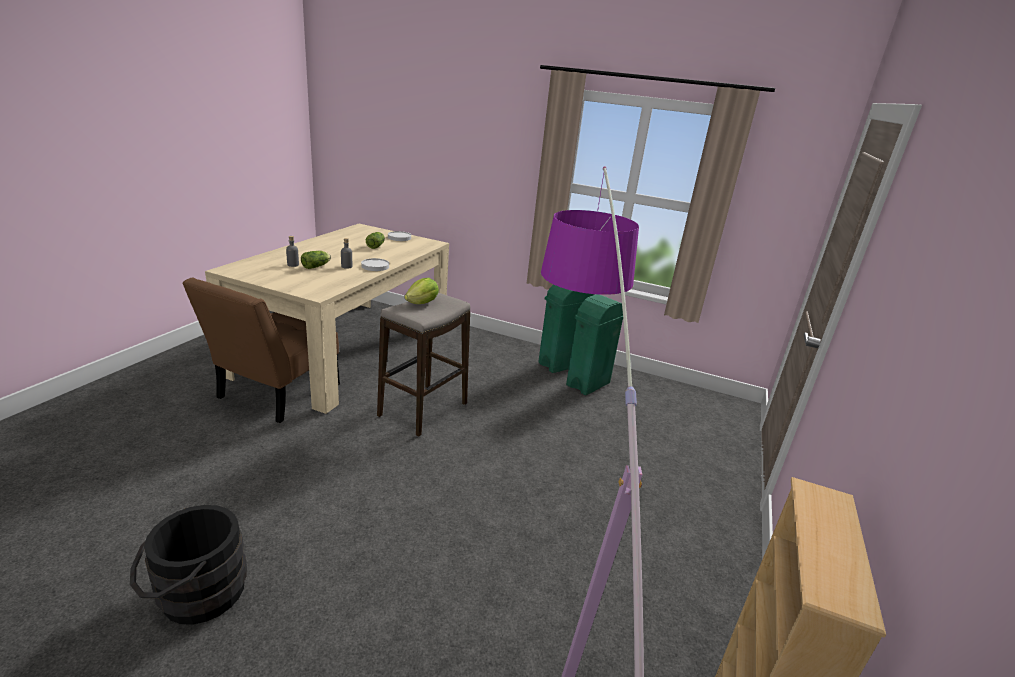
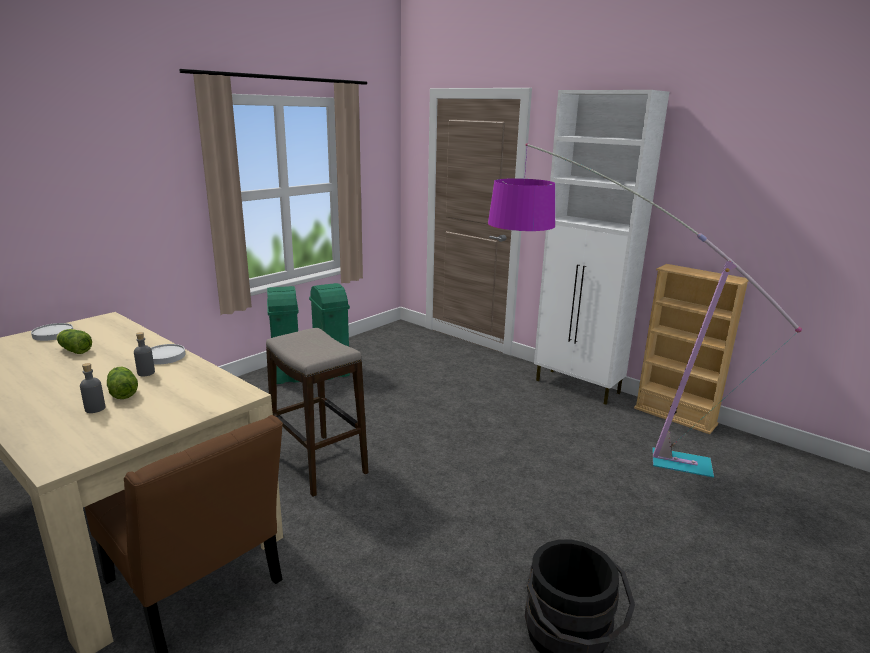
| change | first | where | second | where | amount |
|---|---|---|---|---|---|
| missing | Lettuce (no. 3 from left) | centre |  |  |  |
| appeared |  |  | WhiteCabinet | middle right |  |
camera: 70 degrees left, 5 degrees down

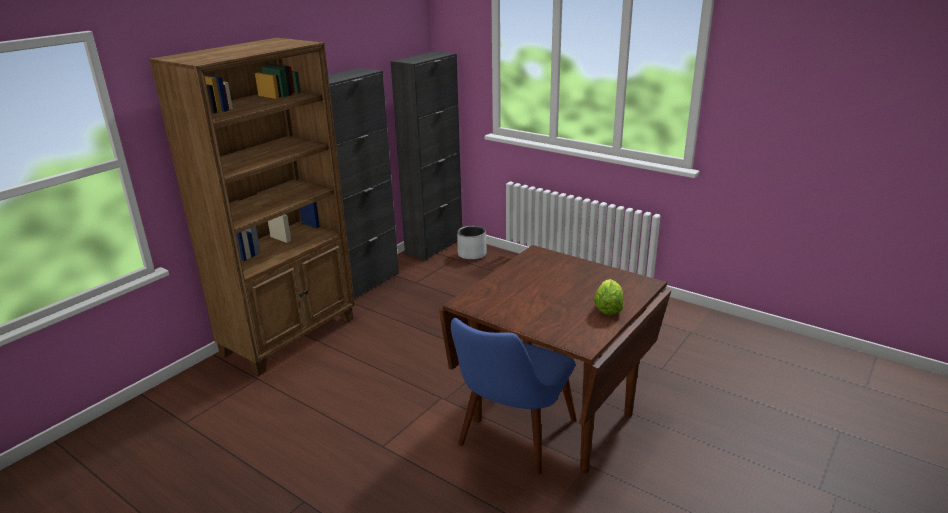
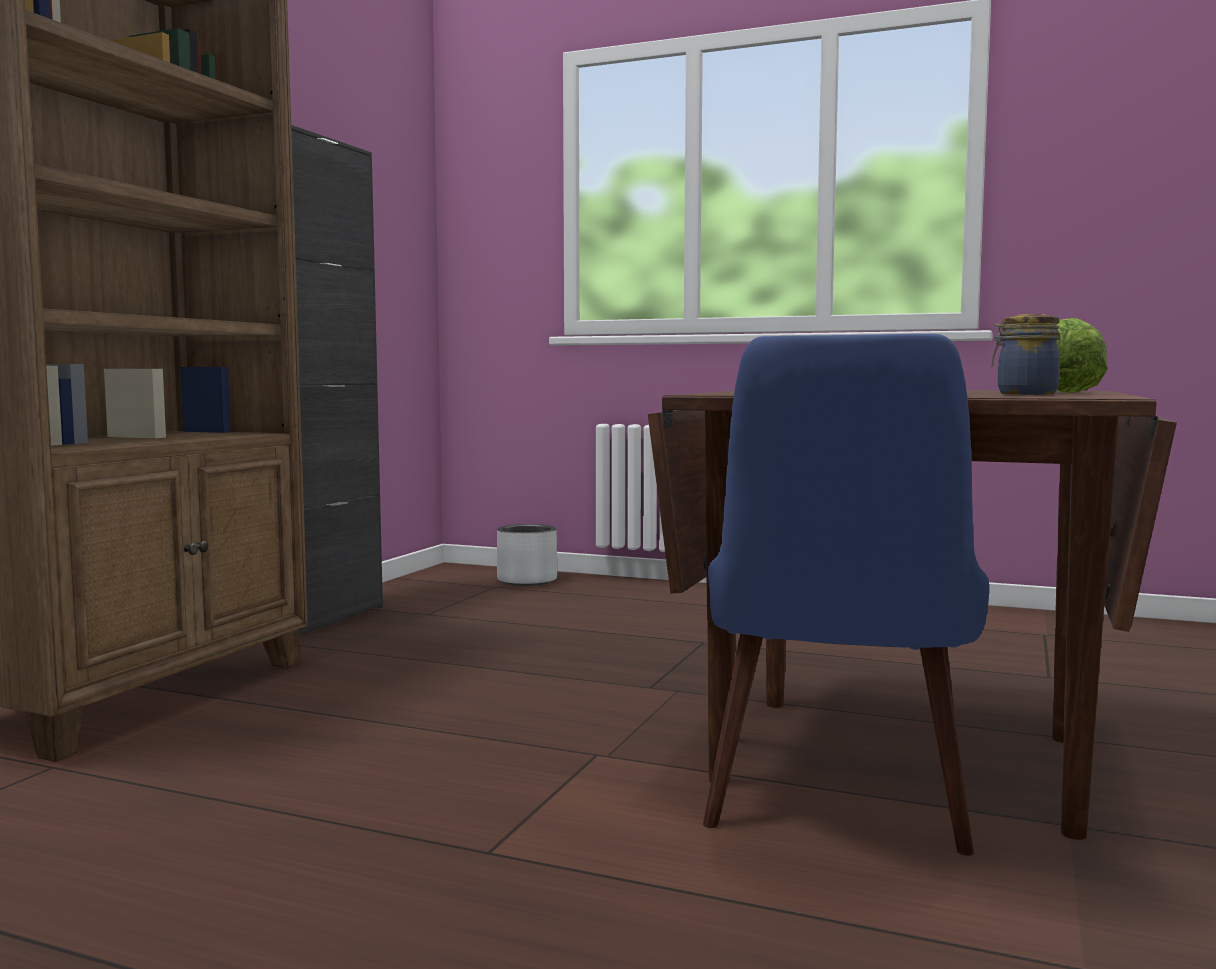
| change | first | where | second | where | amount |
|---|---|---|---|---|---|
| missing | BlackCabinet (no. 2 from left) | top centre |  |  |  |
| appeared |  |  | Jar | middle right |  |
camera: 15 degrees left, 20 degrees down

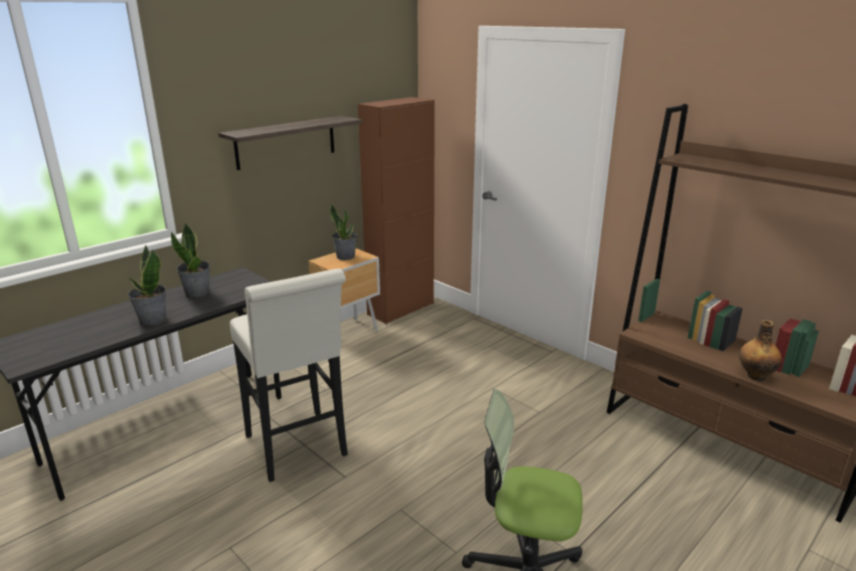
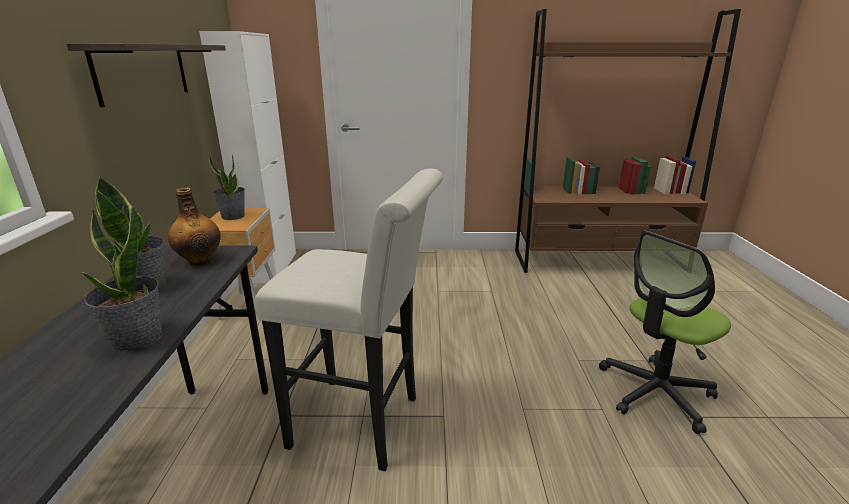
| change | first | where | second | where | amount |
|---|---|---|---|---|---|
| colour | BrownCabinet | centre | WhiteCabinet | top left |  |
| relocated | Bottle | middle right |  | middle left |  |
camera: 45 degrees left, 0 degrees up

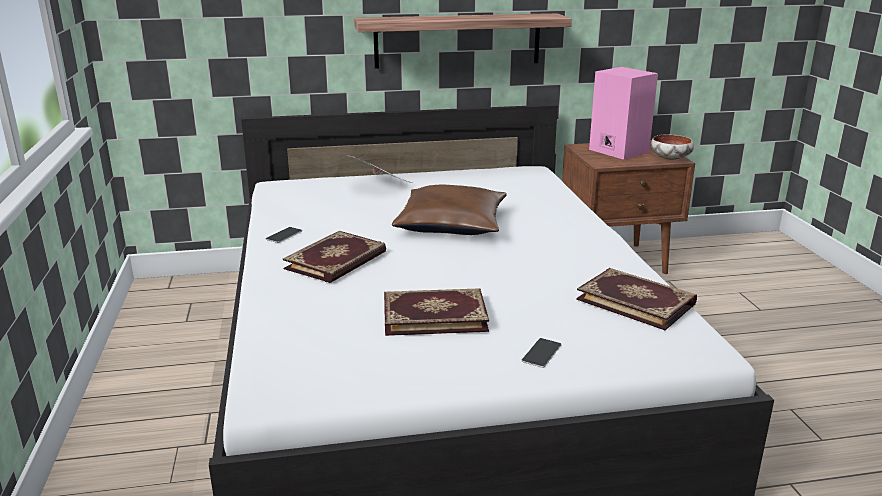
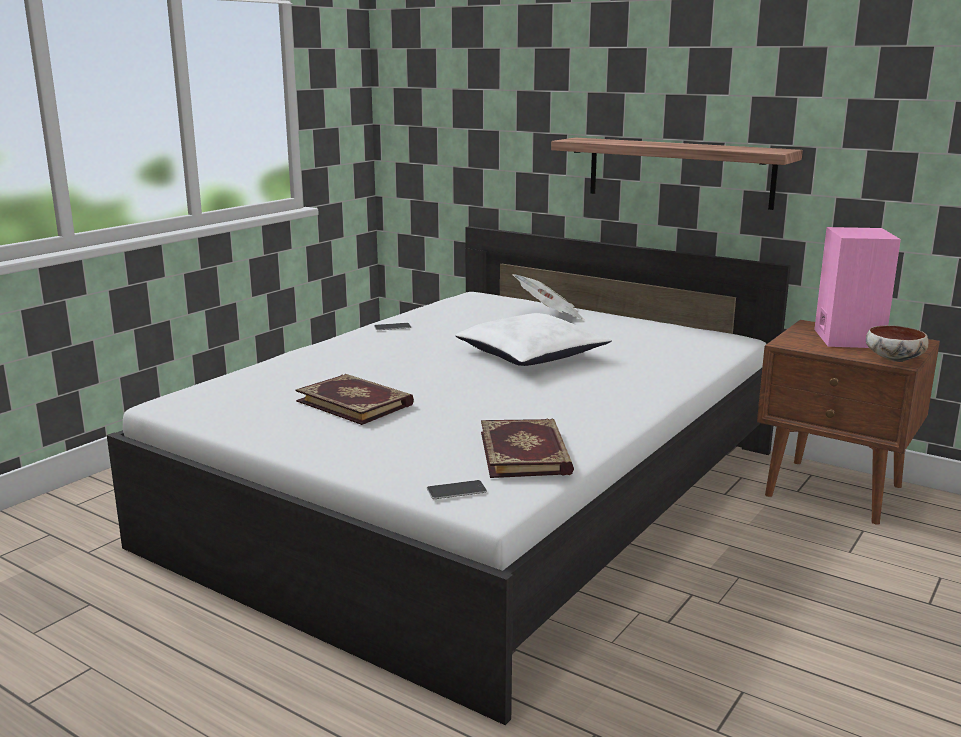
| change | first | where | second | where | amount |
|---|---|---|---|---|---|
| colour | BrownPillow | centre | WhitePillow | centre |  |
| missing | Book (no. 1 from left) | centre |  |  |  |
| relocated | Phone (no. 2 from left) | bottom centre |  | centre |  |
camera: 45 degrees right, 5 degrees down

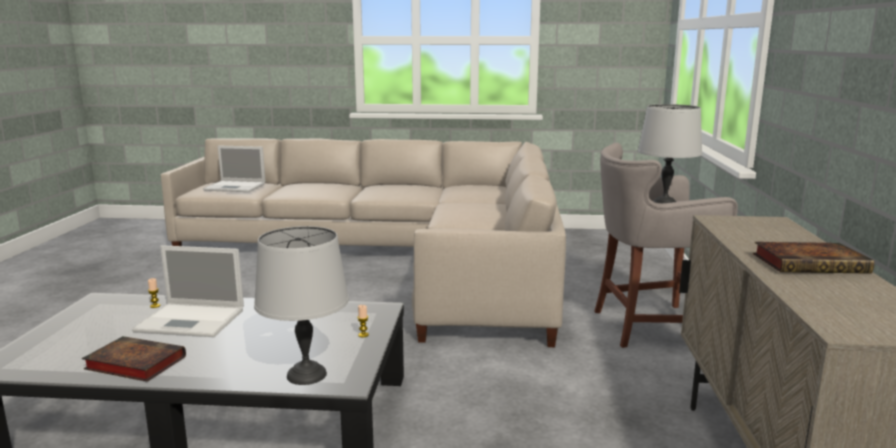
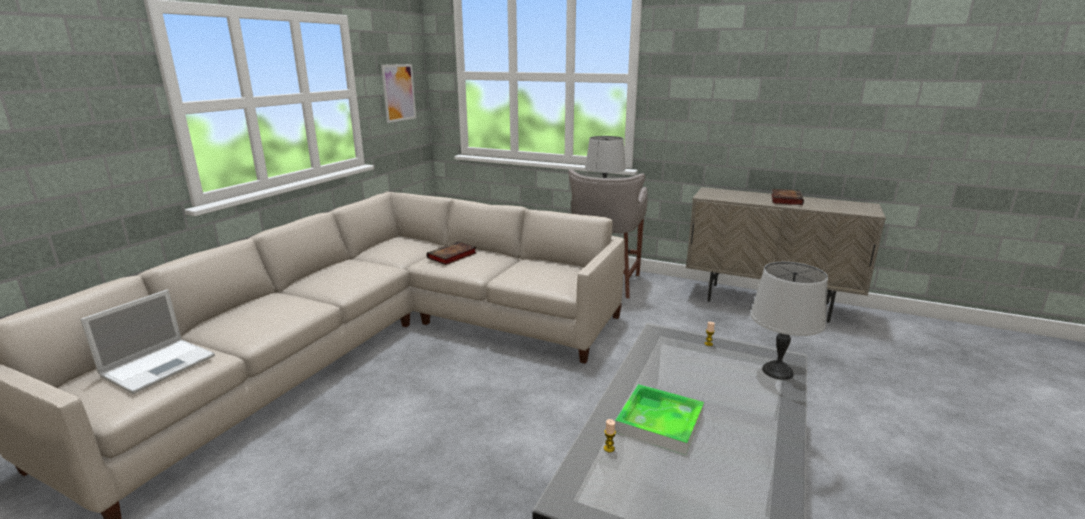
| change | first | where | second | where | amount |
|---|---|---|---|---|---|
| exchanged | Laptop (no. 1 from left) | middle left | Tray | bottom centre |  |
| relocated | Book (no. 1 from left) | bottom left |  | centre |  |
| appeared |  |  | Picture | top centre |  |
camera: 70 degrees left, 5 degrees up

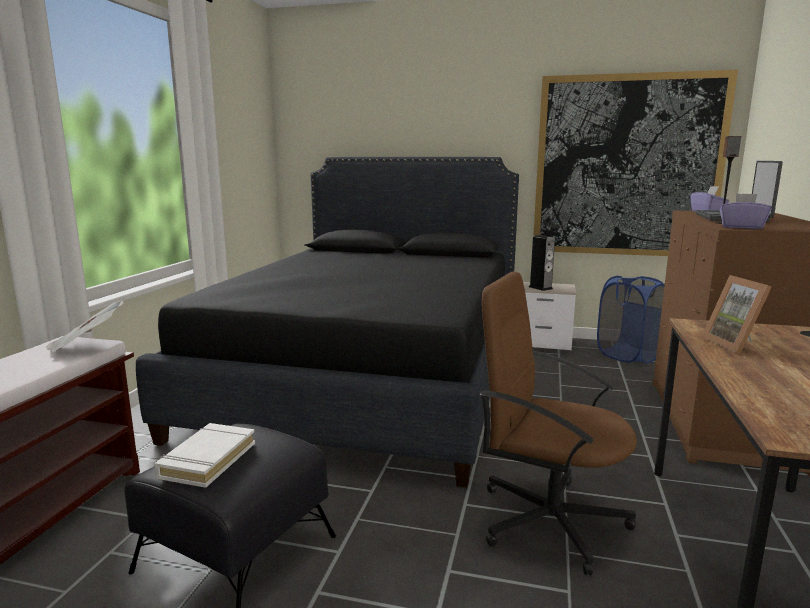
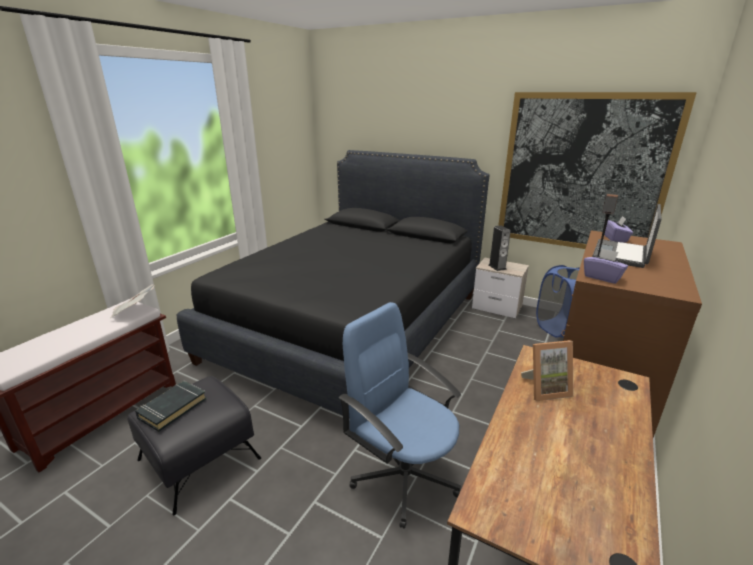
| change | first | where | second | where | amount |
|---|---|---|---|---|---|
| colour | BrownOfficeChair | bottom right | BlueOfficeChair | bottom centre |  |
| spun | PictureFrame | middle right |  | middle right | 105 degrees counterclockwise |
| colour | WhiteBook | bottom left | BlackBook | bottom left |  |
camera: 15 degrees right, 10 degrees up

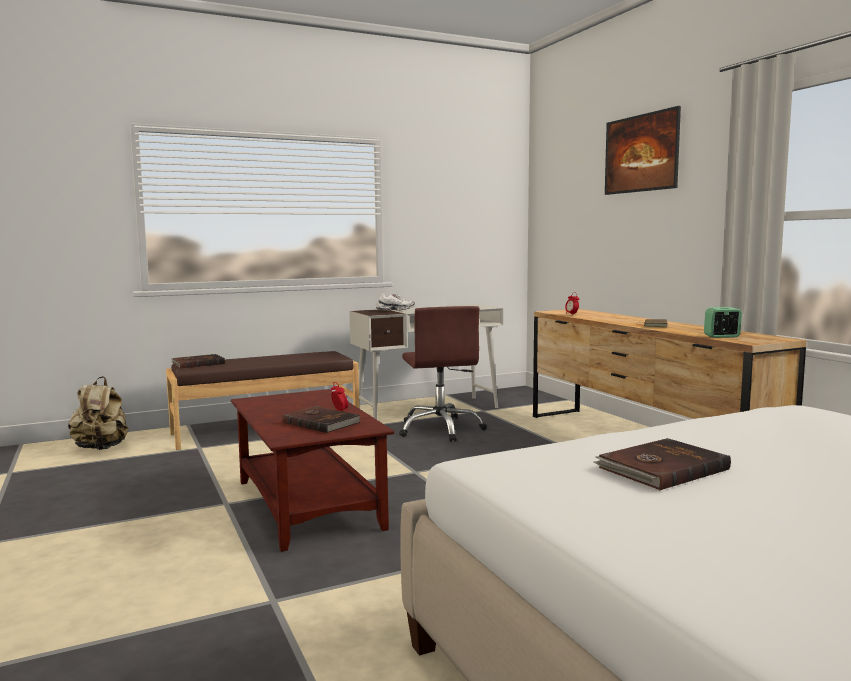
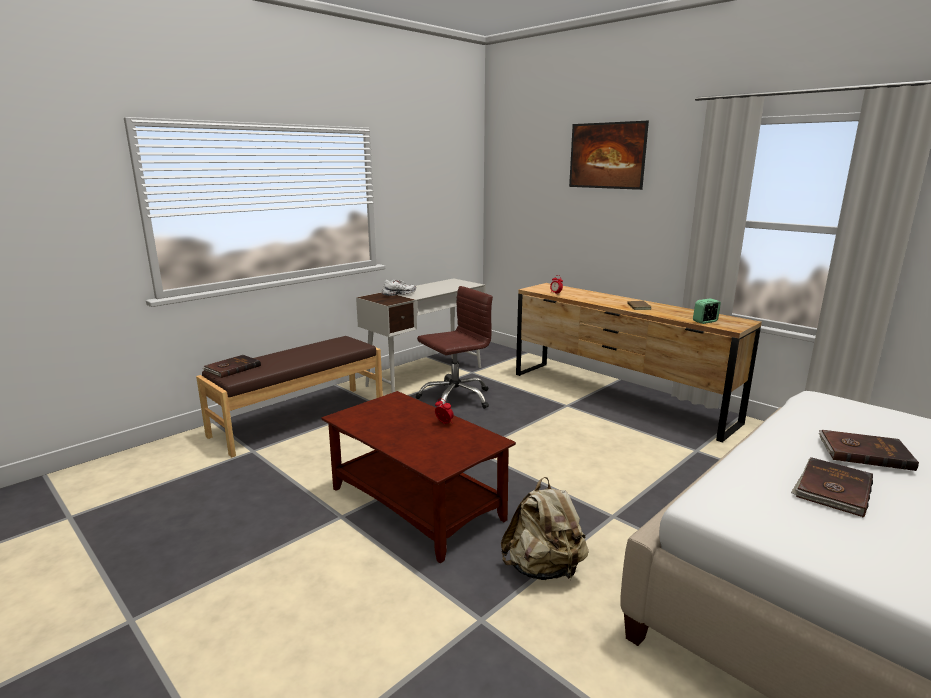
| change | first | where | second | where | amount |
|---|---|---|---|---|---|
| spun | BrownOfficeChair | centre |  | centre | 90 degrees counterclockwise |
| relocated | BeigeBackpack | middle left |  | bottom centre |  |
| relocated | BrownBook (no. 2 from left in the first image) | centre | BrownBook (no. 4 from left) | middle right |  |
camera: 20 degrees left, 10 degrees up

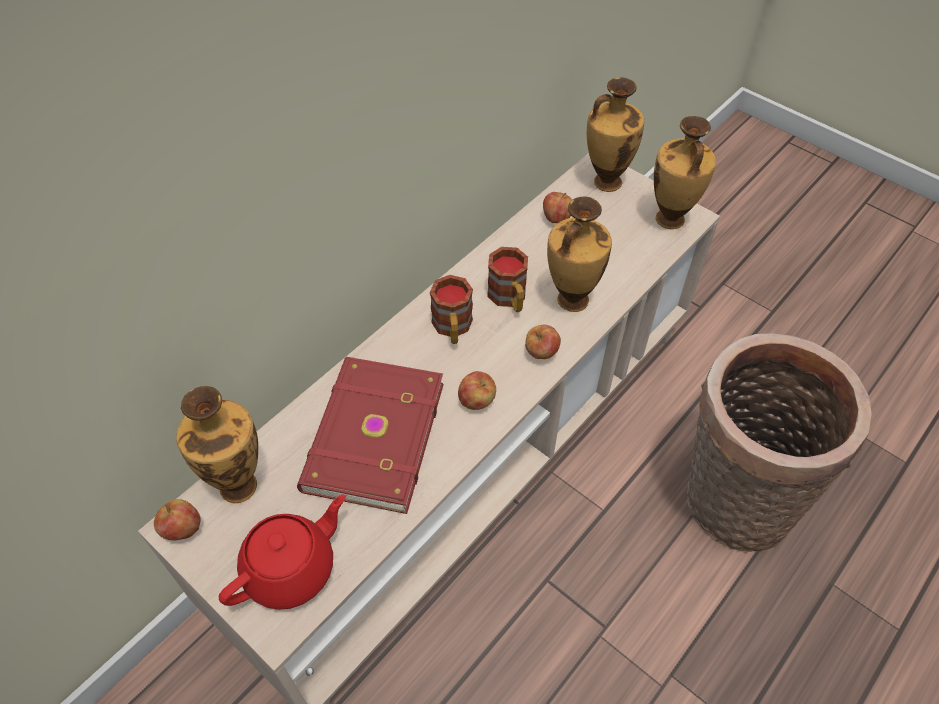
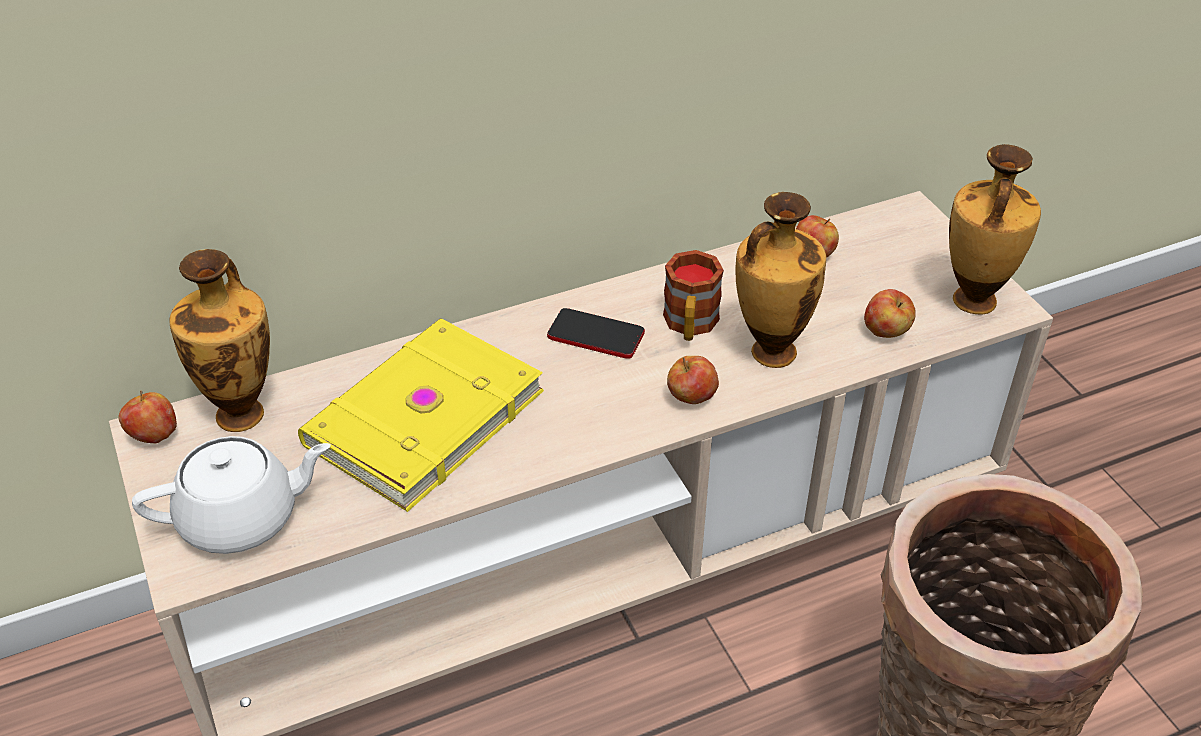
| change | first | where | second | where | amount |
|---|---|---|---|---|---|
| missing | Vase (no. 3 from left) | top centre |  |  |  |
| exchanged | Mug (no. 1 from left) | centre | Phone | centre |  |
| colour | RedBook | centre | YellowBook | centre |  |
| relocated | Apple (no. 2 from left in the first image) | centre | Apple (no. 4 from left) | middle right |  |
| colour | RedTeapot | bottom left | WhiteTeapot | bottom left |  |
camera: 25 degrees right, 10 degrees down

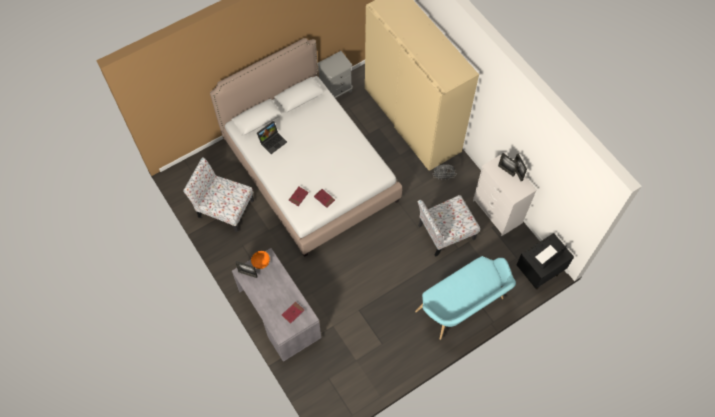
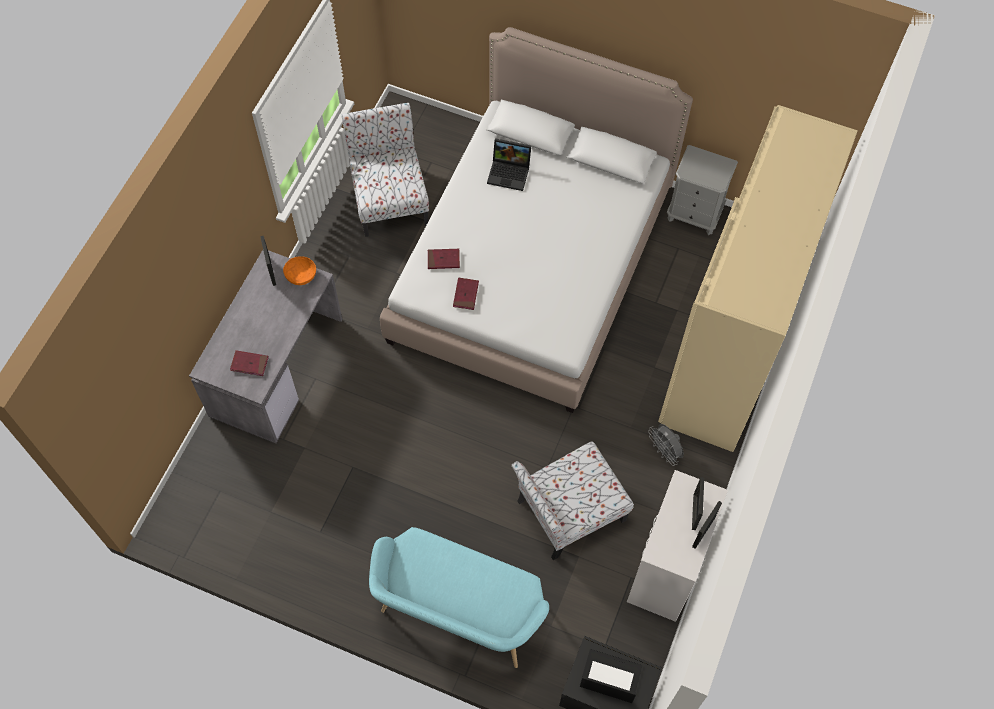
| change | first | where | second | where | amount |
|---|---|---|---|---|---|
| spun | Chair (no. 2 from left) | centre |  | bottom centre | 60 degrees counterclockwise |
camera: 55 degrees right, 0 degrees up

